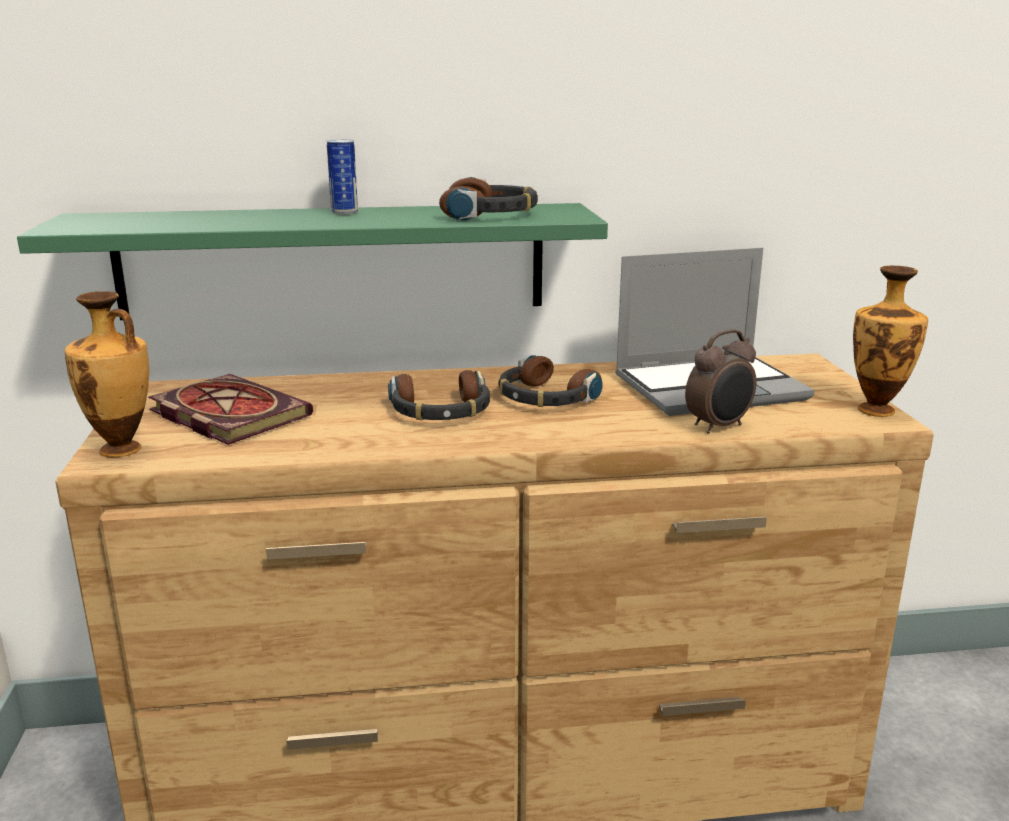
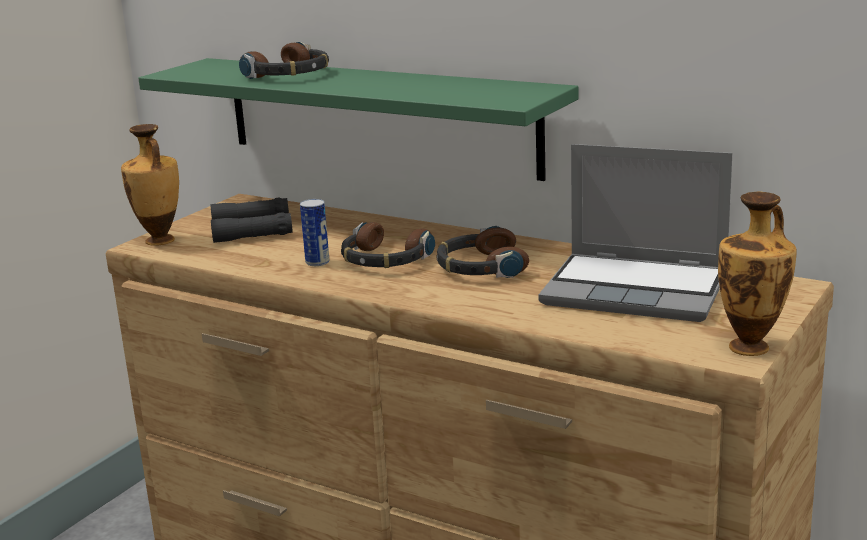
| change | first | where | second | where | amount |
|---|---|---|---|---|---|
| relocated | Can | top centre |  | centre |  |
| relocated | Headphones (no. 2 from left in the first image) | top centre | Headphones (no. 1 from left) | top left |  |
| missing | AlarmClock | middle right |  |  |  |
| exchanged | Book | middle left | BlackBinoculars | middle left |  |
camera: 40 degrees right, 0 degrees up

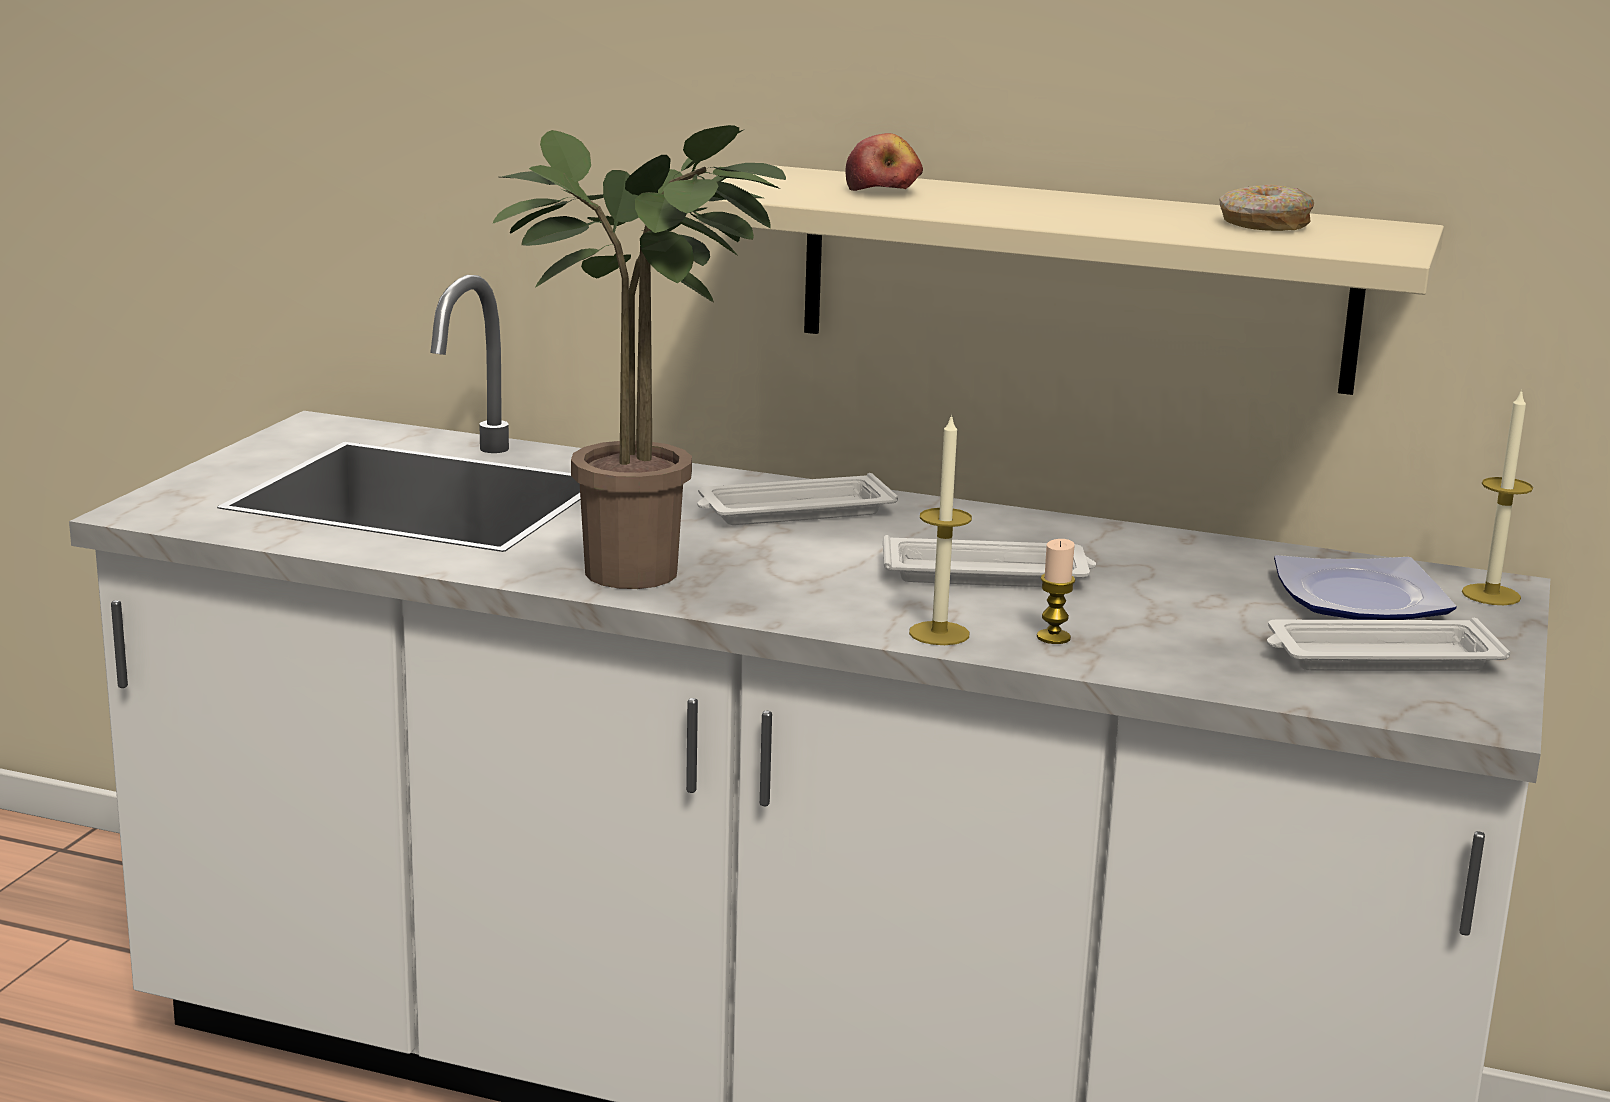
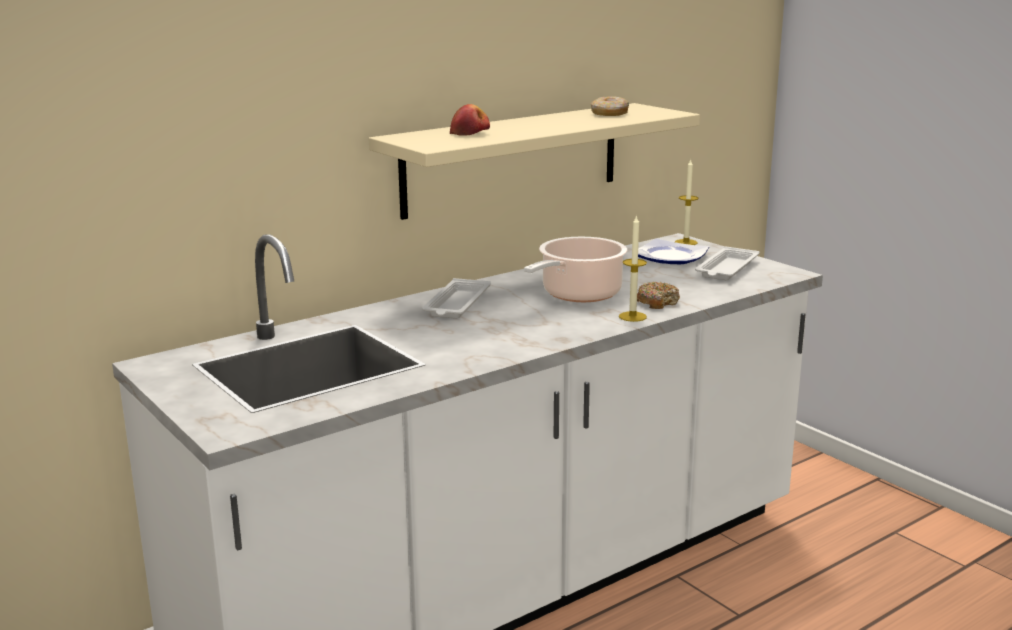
| change | first | where | second | where | amount |
|---|---|---|---|---|---|
| missing | PottedPlant | top centre |  |  |  |
| exchanged | WhiteTray (no. 2 from left) | centre | CookingPot | centre |  |
| exchanged | Candle (no. 2 from left) | centre | Donut (no. 2 from left) | centre |  |
camera: 55 degrees left, 0 degrees up

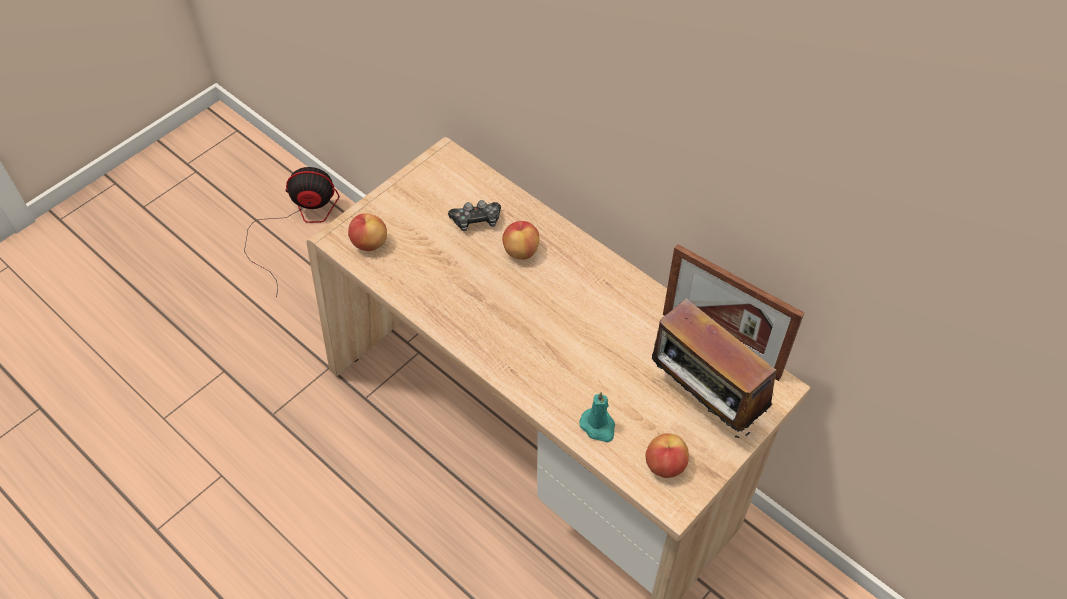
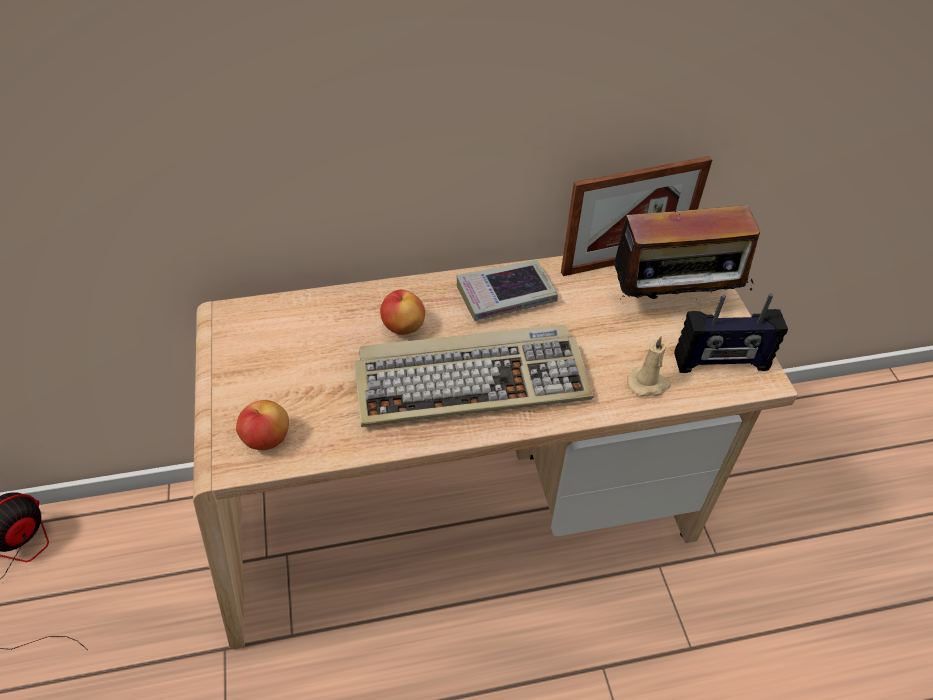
| change | first | where | second | where | amount |
|---|---|---|---|---|---|
| missing | GameController | centre |  |  |  |
| colour | TurquoiseCandle | bottom centre | BeigeCandle | middle right |  |
| exchanged | Apple (no. 3 from left) | bottom centre | Radio (no. 2 from left) | middle right |  |
| appeared |  |  | Book | centre |  |
| appeared |  |  | Keyboard | centre |  |
camera: 55 degrees left, 5 degrees down

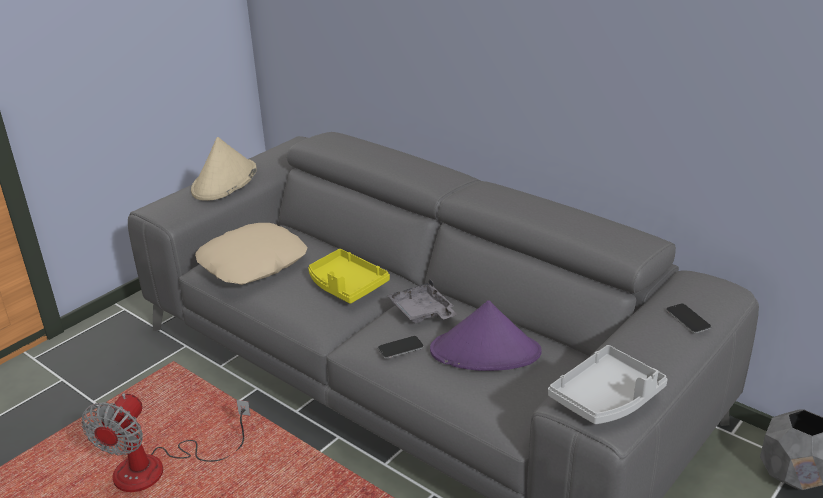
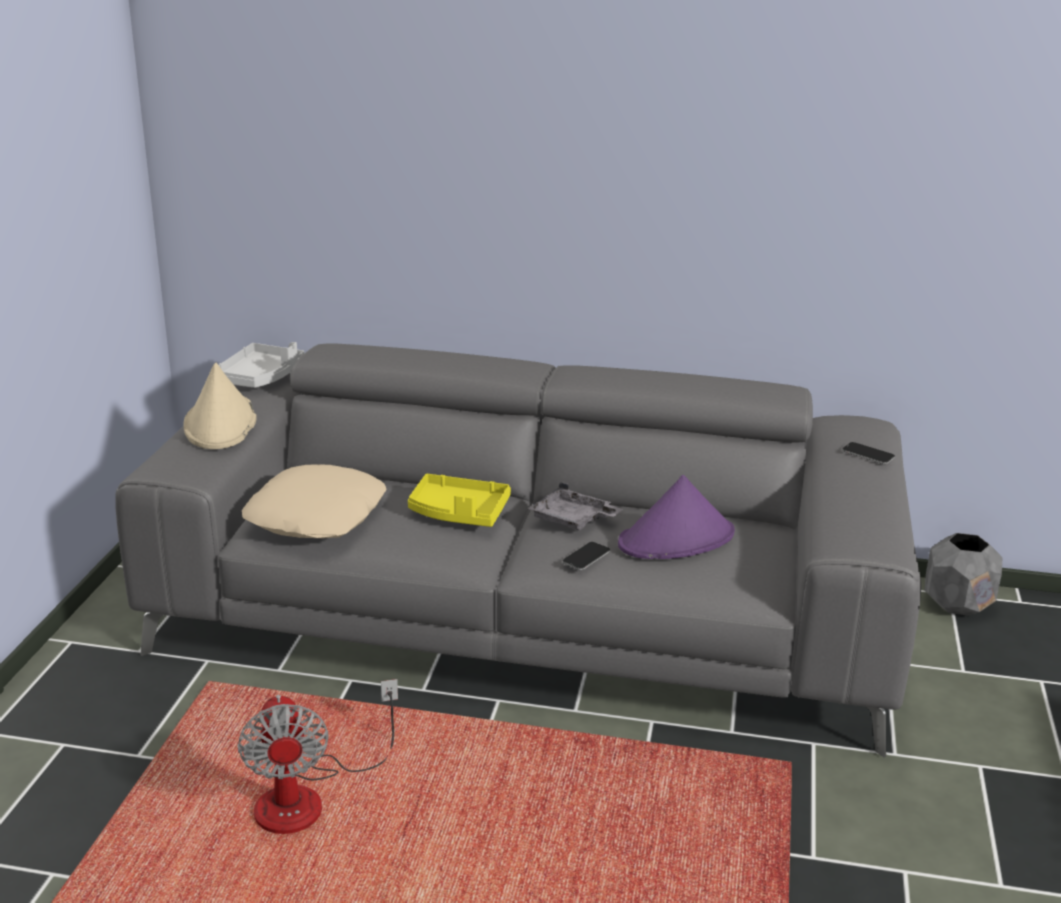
| change | first | where | second | where | amount |
|---|---|---|---|---|---|
| relocated | GreyTray (no. 2 from left in the first image) | bottom right | GreyTray (no. 1 from left) | middle left |  |
camera: 30 degrees left, 5 degrees down

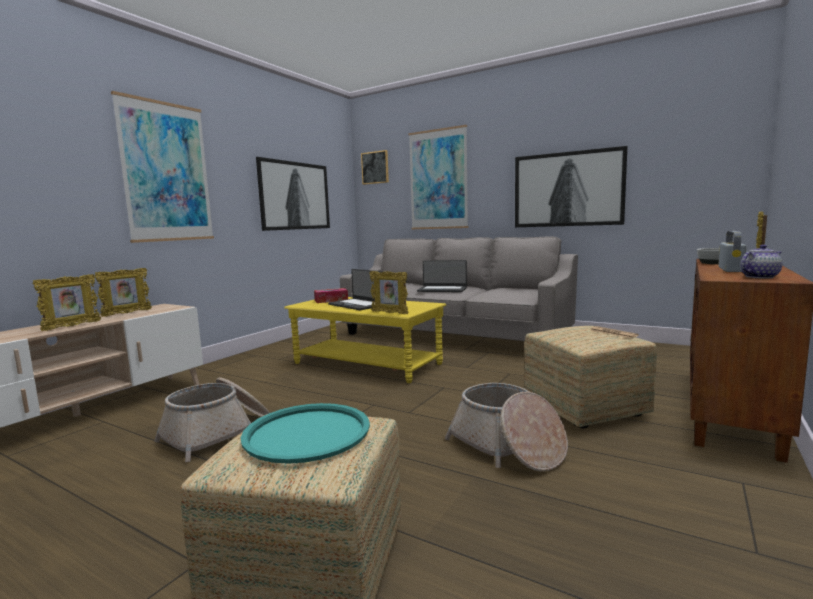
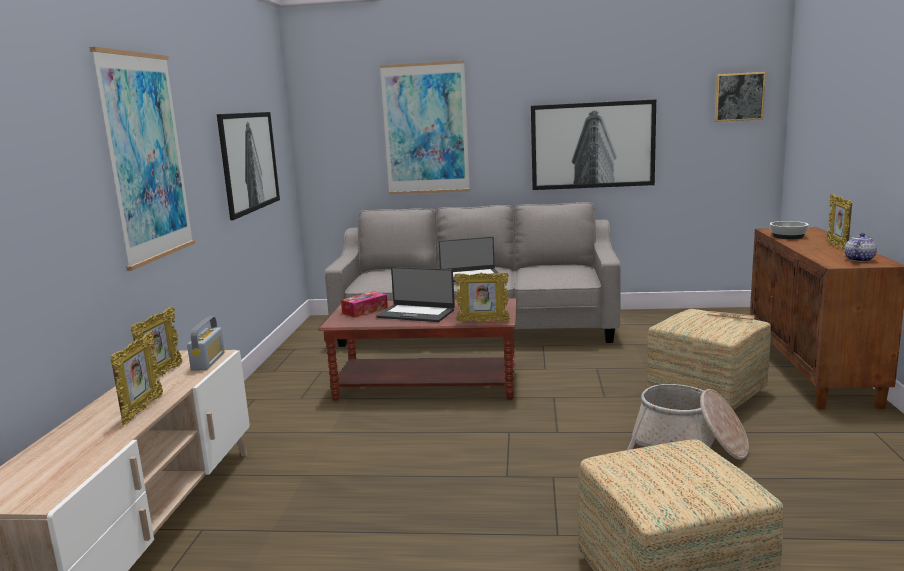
| change | first | where | second | where | amount |
|---|---|---|---|---|---|
| relocated | Picture (no. 3 from left in the first image) | top centre | Picture (no. 5 from left) | top right |  |
| relocated | Radio | middle right |  | middle left |  |
| colour | YellowCoffeeTable | centre | BrownCoffeeTable | centre |  |
| missing | Basket (no. 1 from left) | bottom left |  |  |  |
| missing | TurquoiseTray | bottom centre |  |  |  |
camera: 25 degrees left, 5 degrees up

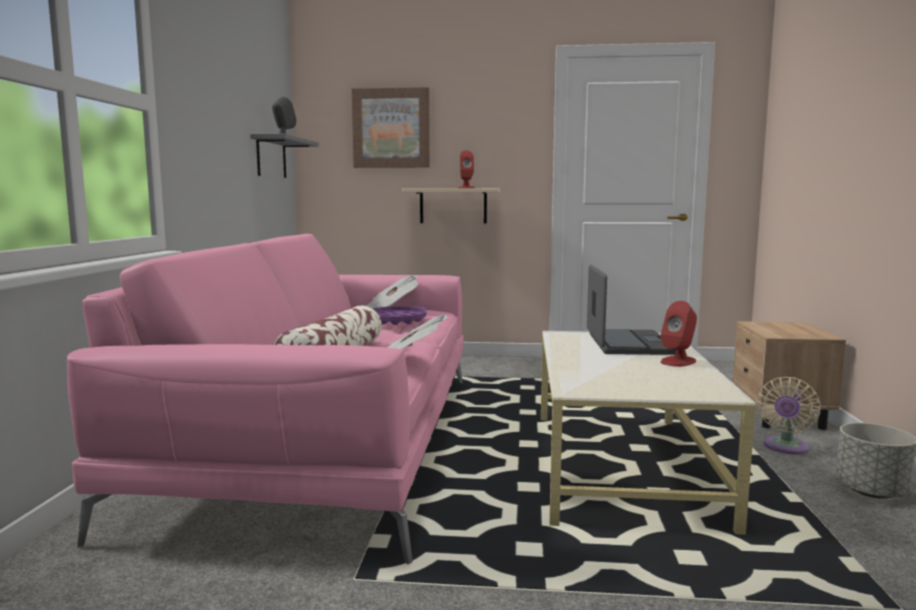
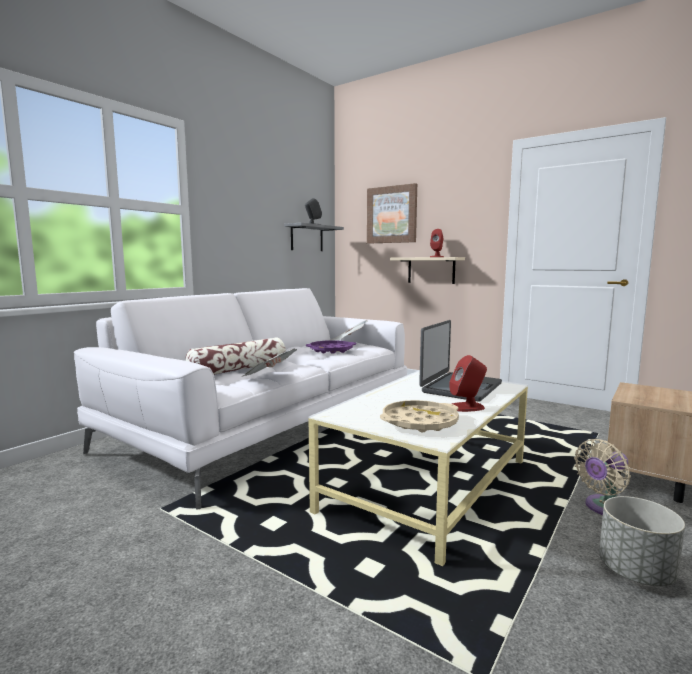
| change | first | where | second | where | amount |
|---|---|---|---|---|---|
| colour | PinkSofa | middle left | WhiteSofa | centre |  |
| appeared |  |  | BeigeTray | centre |  |
camera: 30 degrees right, 0 degrees up

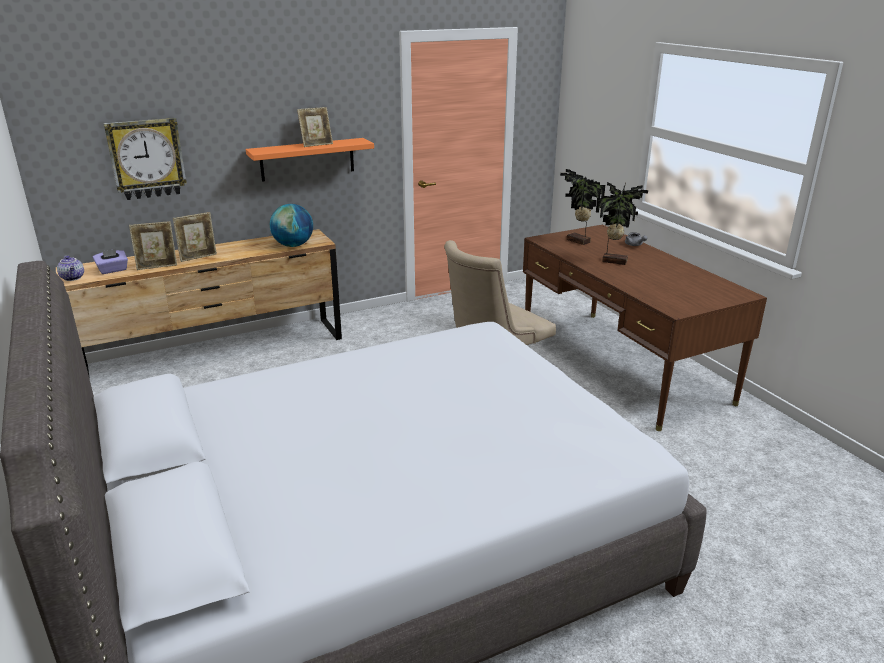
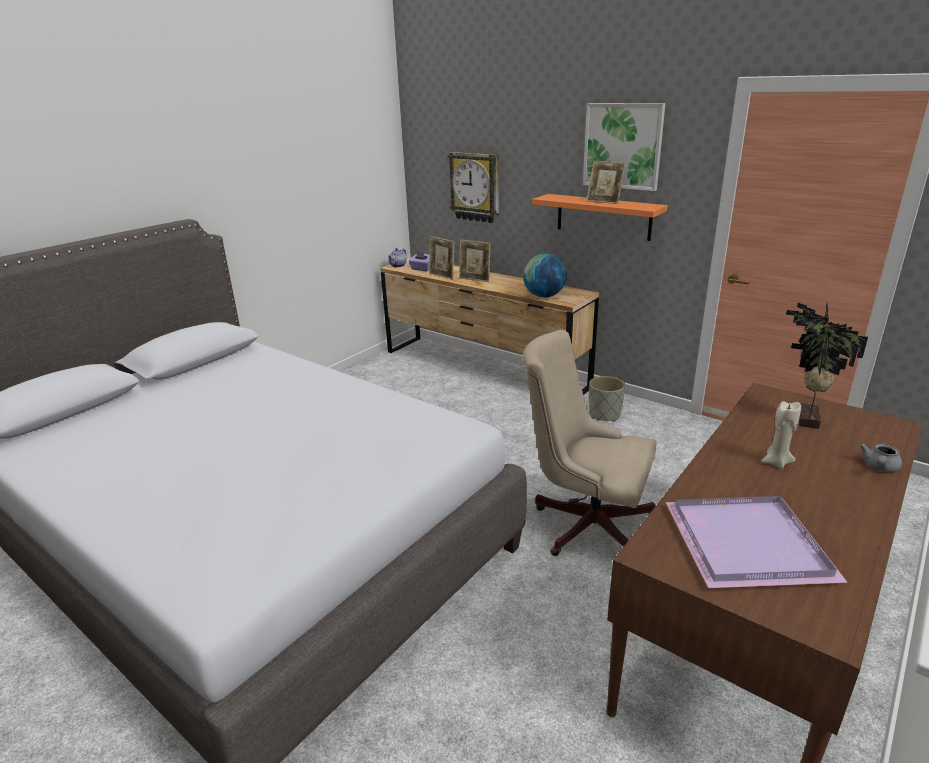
| change | first | where | second | where | amount |
|---|---|---|---|---|---|
| exchanged | PottedPlant (no. 2 from left) | middle right | BeigeCandle | middle right |  |
| appeared |  |  | Picture | top right |  |
| appeared |  |  | GreyPlanter | centre |  |
| appeared |  |  | PurpleTray | bottom right |  |
camera: 65 degrees right, 0 degrees up

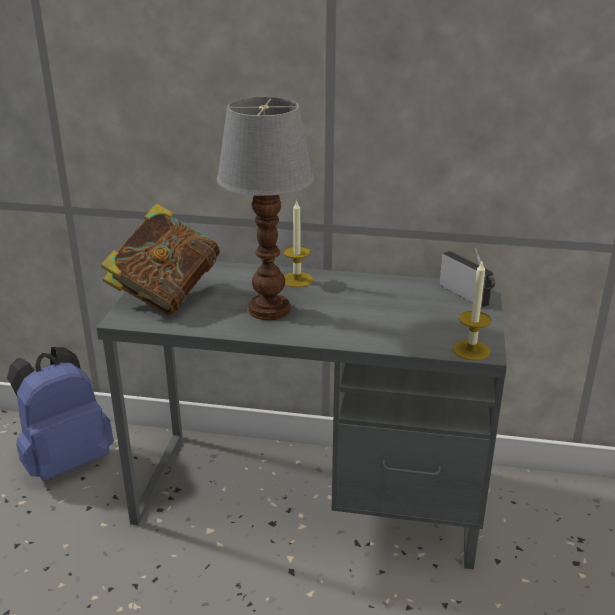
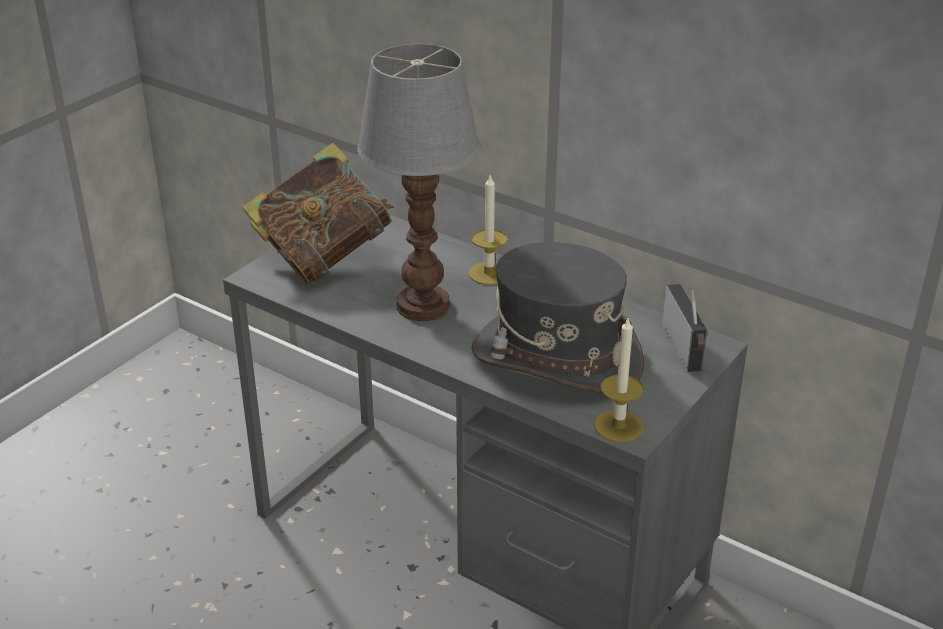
| change | first | where | second | where | amount |
|---|---|---|---|---|---|
| missing | BlueBackpack | bottom left |  |  |  |
| appeared |  |  | GreyHat | centre |  |
camera: 25 degrees right, 5 degrees up

